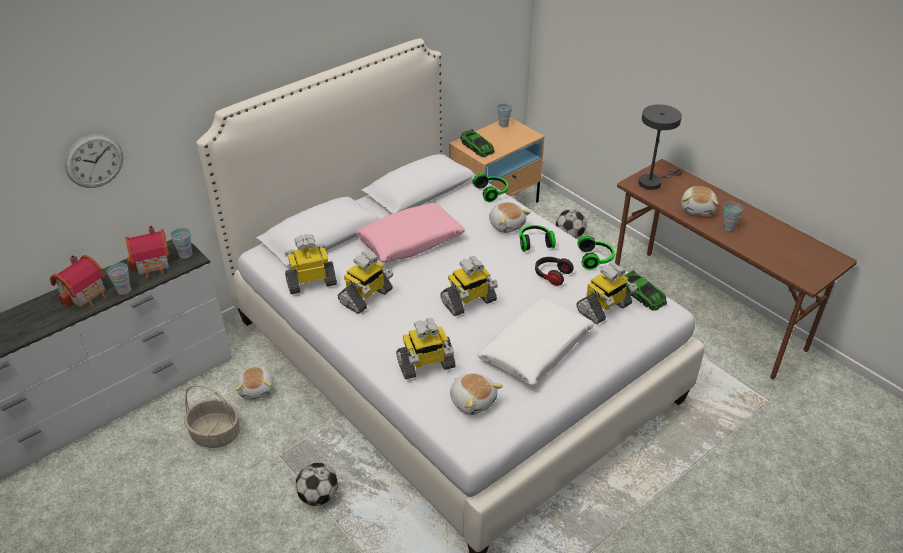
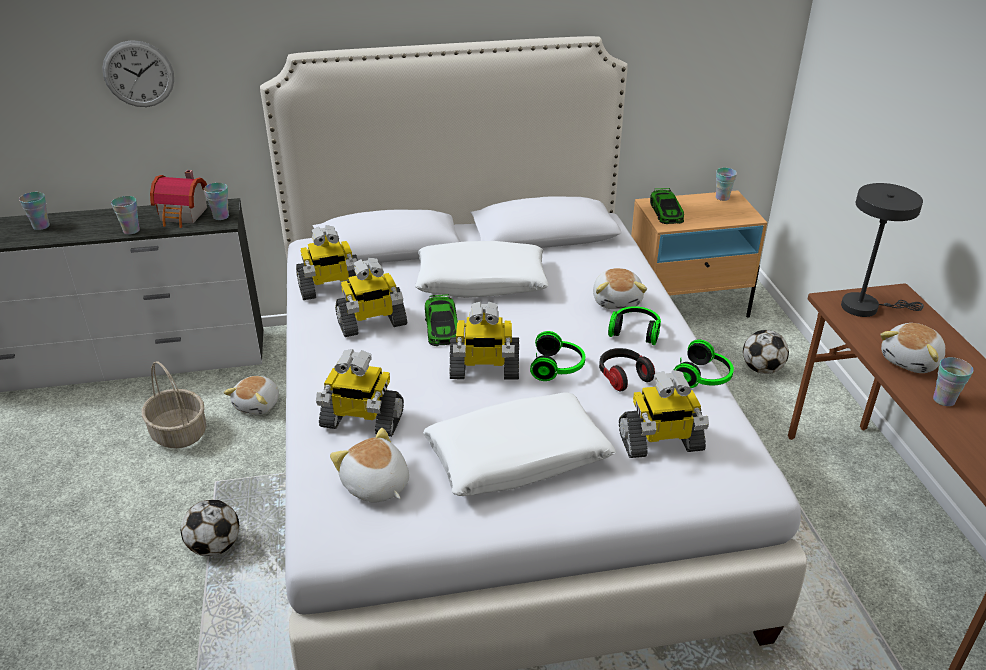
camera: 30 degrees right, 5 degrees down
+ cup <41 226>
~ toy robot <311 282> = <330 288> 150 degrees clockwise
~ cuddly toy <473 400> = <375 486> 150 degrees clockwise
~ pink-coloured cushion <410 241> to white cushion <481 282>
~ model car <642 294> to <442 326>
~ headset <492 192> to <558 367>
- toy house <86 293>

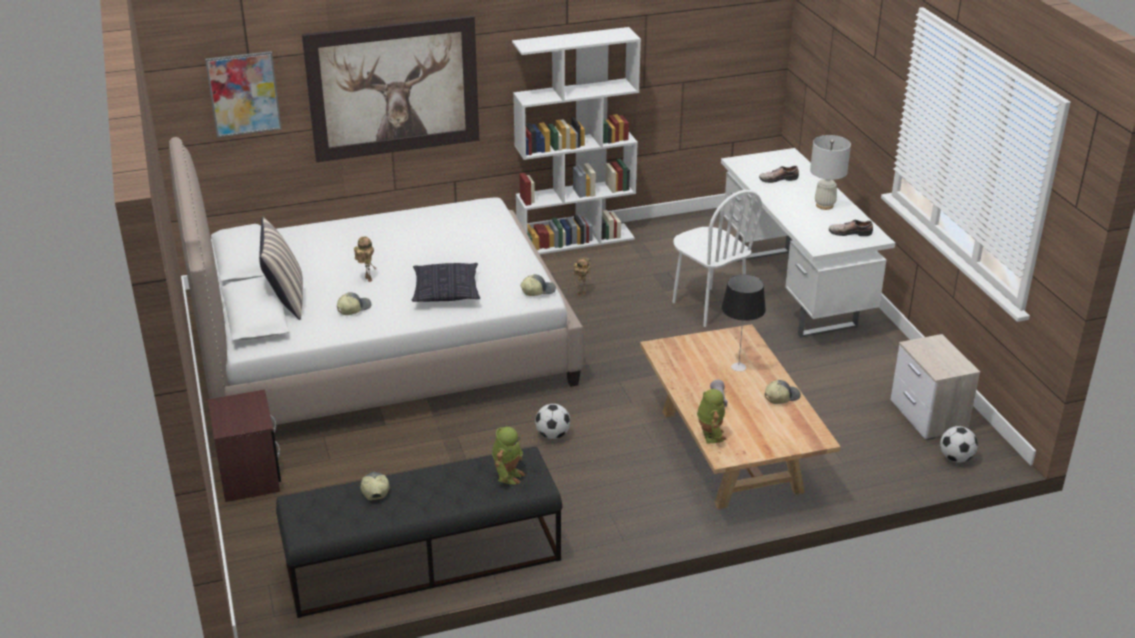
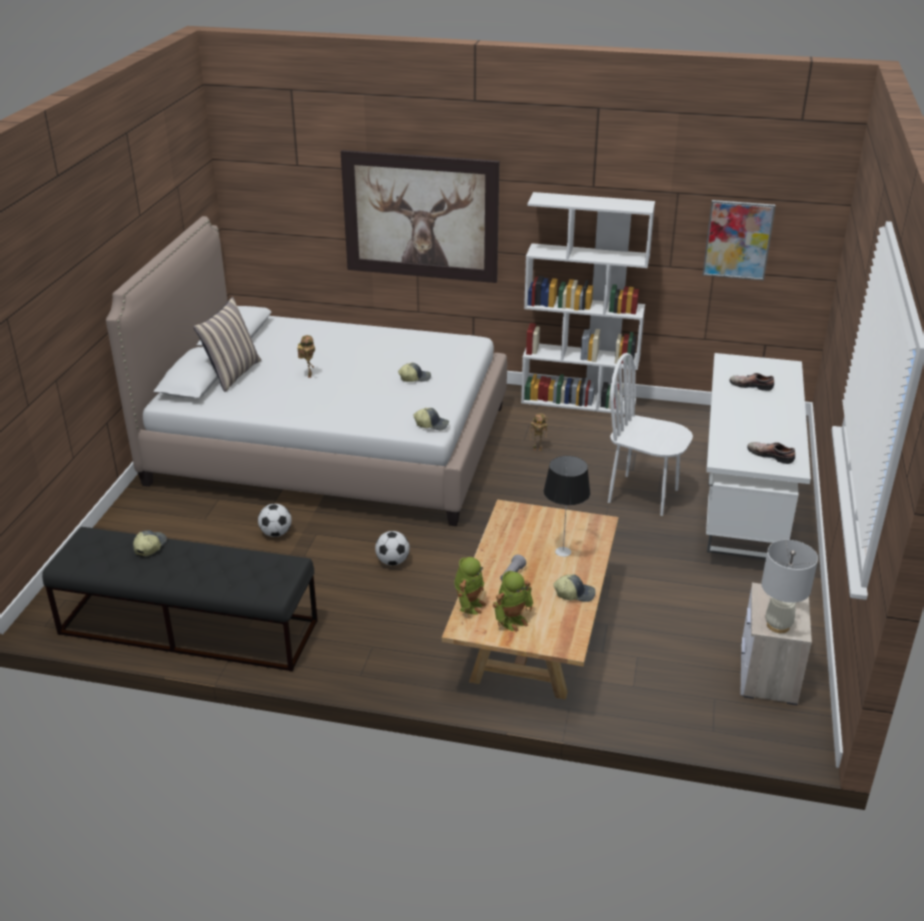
camera: 30 degrees right, 0 degrees up
~ football <956 458> to <276 533>
~ baseball cap <353 308> to <415 378>
~ toy robot <508 475> to <512 620>
~ white upright chair <708 307> = <643 495> 120 degrees clockwise
~ wall art <243 94> to <738 240>
~ white lamp for a table <824 205> to <778 625>
- brown-coloured night table <249 476>
- cushion <446 292>

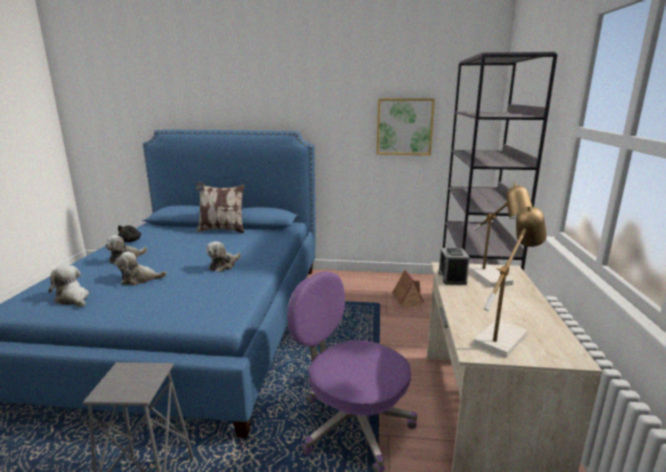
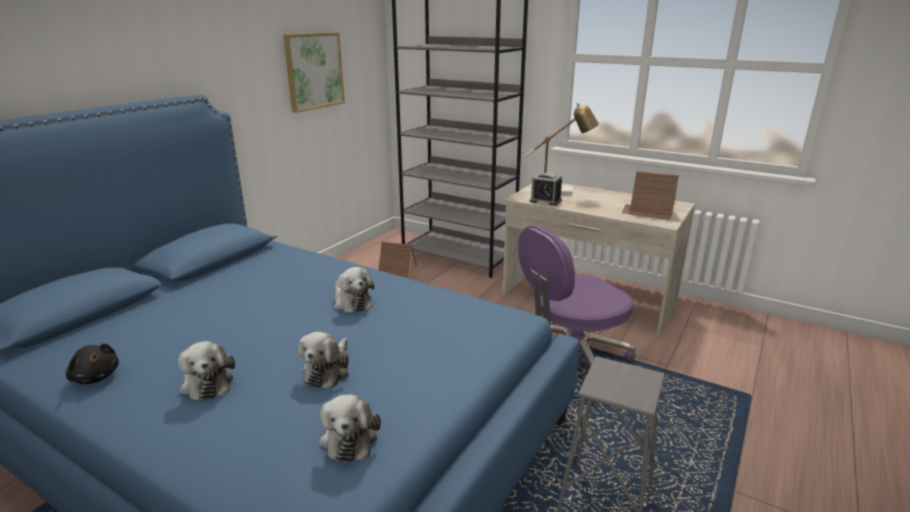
camera: 65 degrees left, 5 degrees up
~ cuddly toy <73 299> = <349 437> 75 degrees counterclockwise
~ lamp for a table <503 336> to toy house <648 211>
- cushion <221 230>

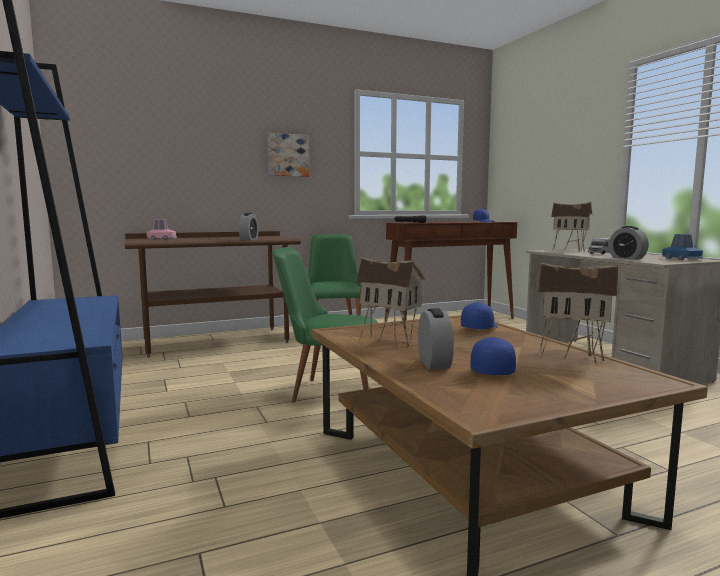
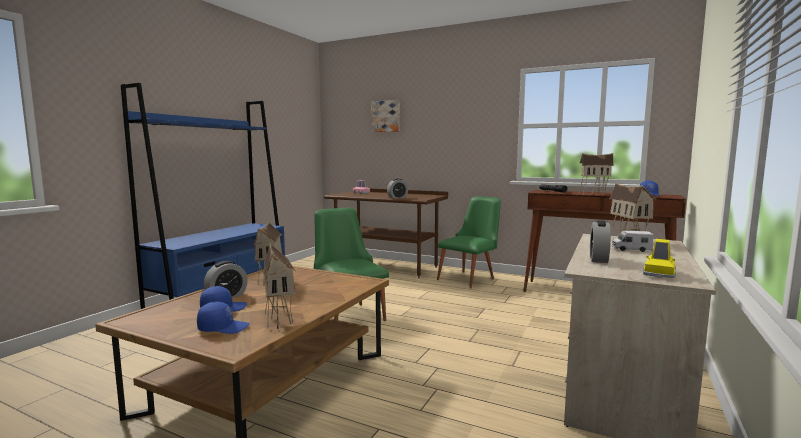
camera: 50 degrees right, 0 degrees up
~ blue-coloured baseball cap <479 327> to <223 328>
~ wall art <288 155> to <386 116>
+ toy house <593 193>
~ blue-coloured model car <681 259> to yellow model car <659 273>

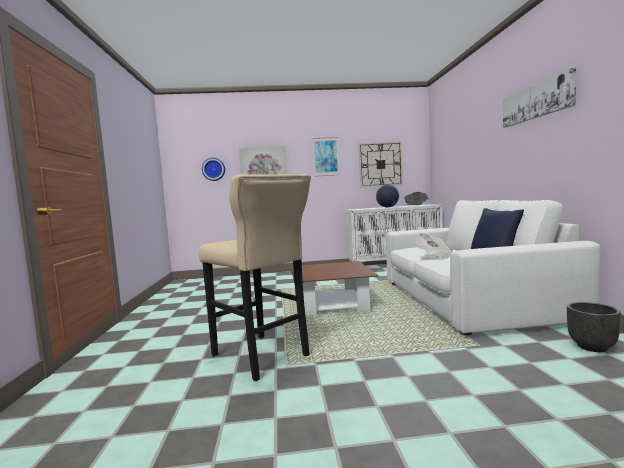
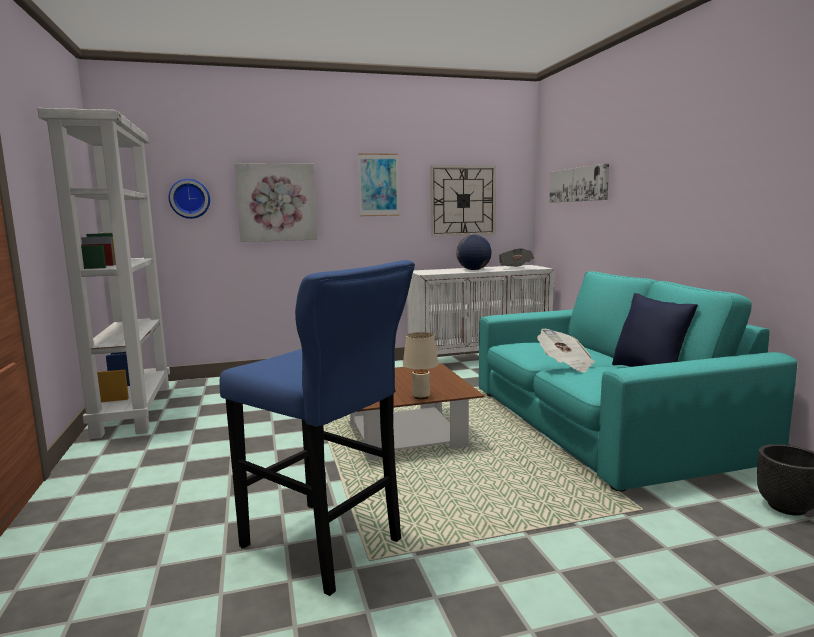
camera: 10 degrees left, 5 degrees up
+ white shelving unit <133 409>
~ sand-coloured stool <262 357> to blue-coloured stool <326 547>
+ sand-coloured lamp for a table <420 397>
~ white couch <466 300> to blue-green couch <601 424>
~ wall art <536 101> to <578 184>

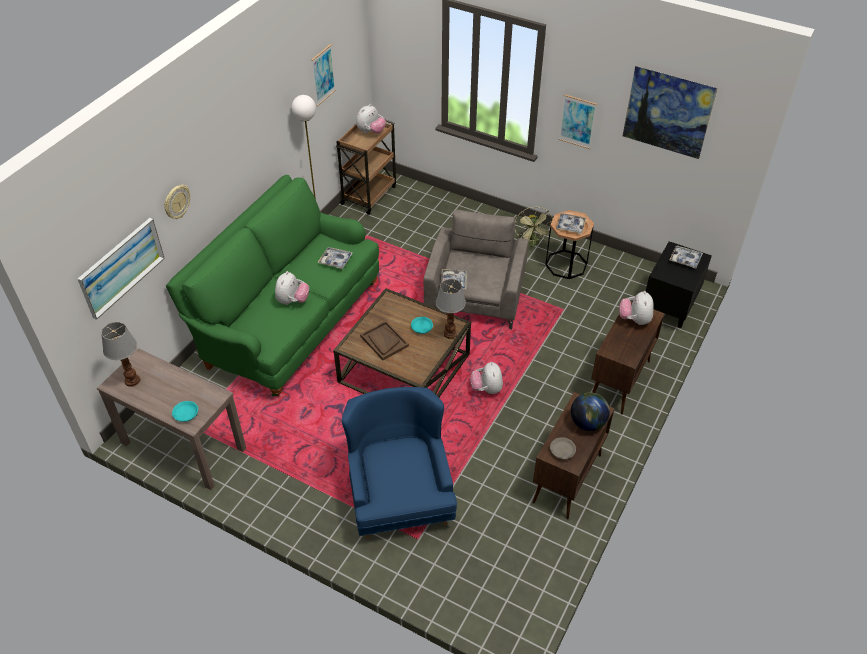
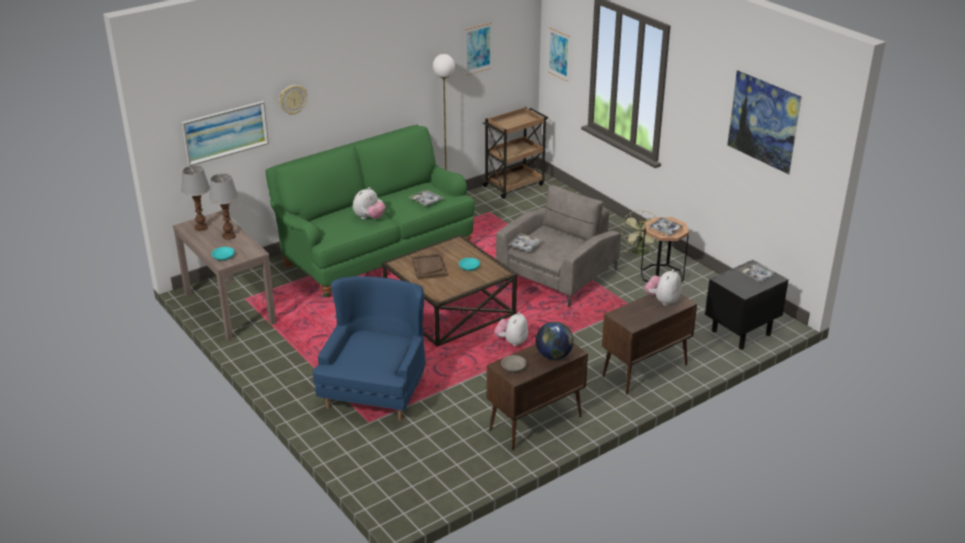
camera: 25 degrees right, 15 degrees down
~ lamp for a table <450 334> to <228 236>
~ wall art <577 121> to <559 54>
- cuddly toy <371 132>

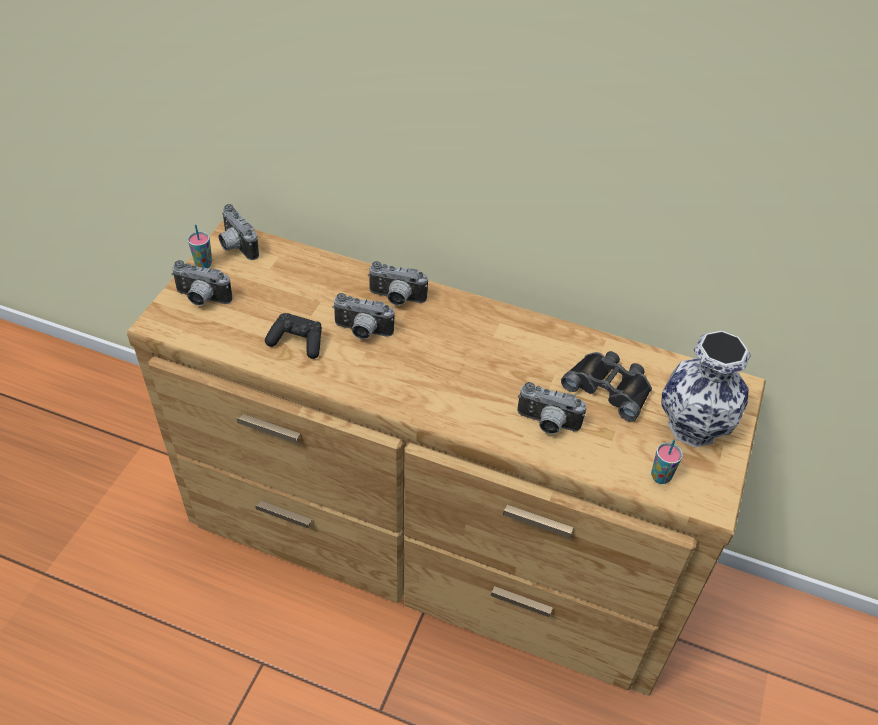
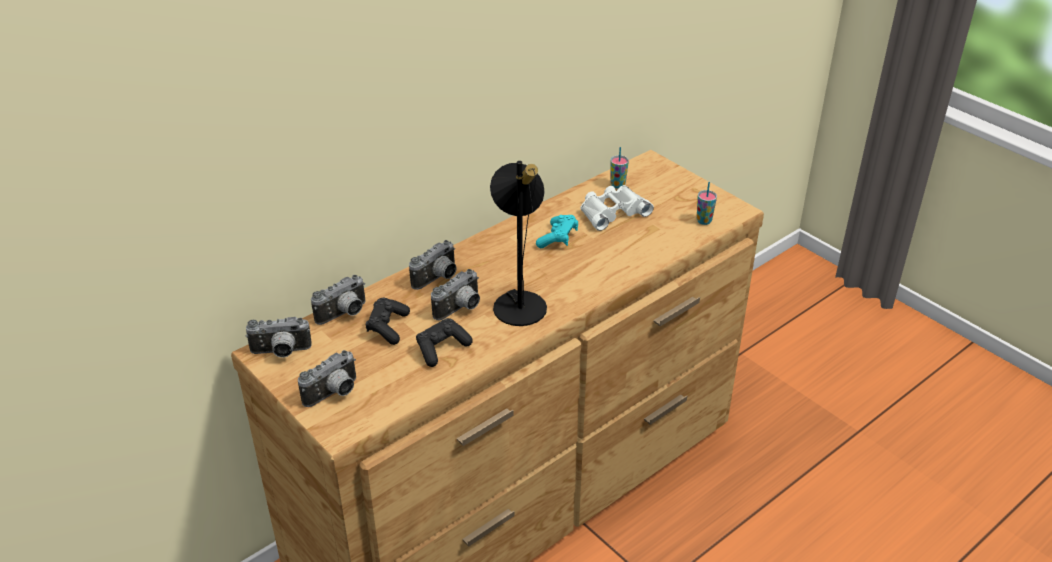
camera: 60 degrees left, 10 degrees down
~ photo camera <547 424> to <344 314>
+ black gamepad <388 327>
+ black lamp for a table <519 301>
+ blue-green gamepad <558 239>
~ black field glasses <609 387> to white field glasses <612 211>
~ cup <204 264> to <617 185>
- flower vase <692 425>

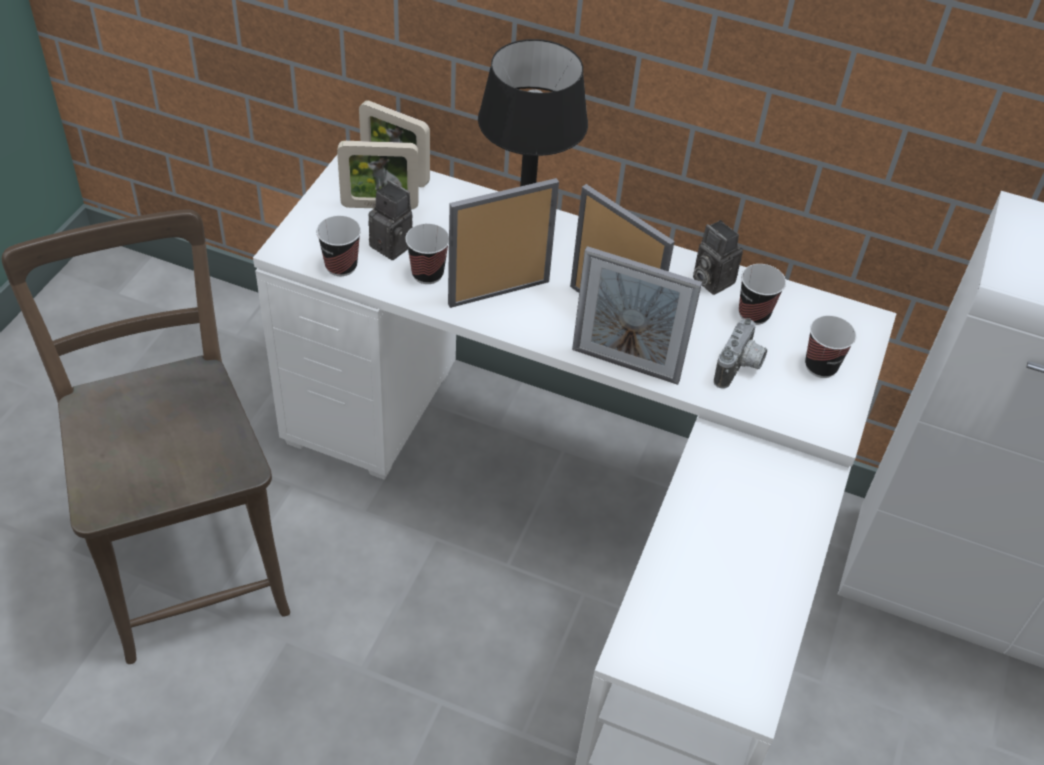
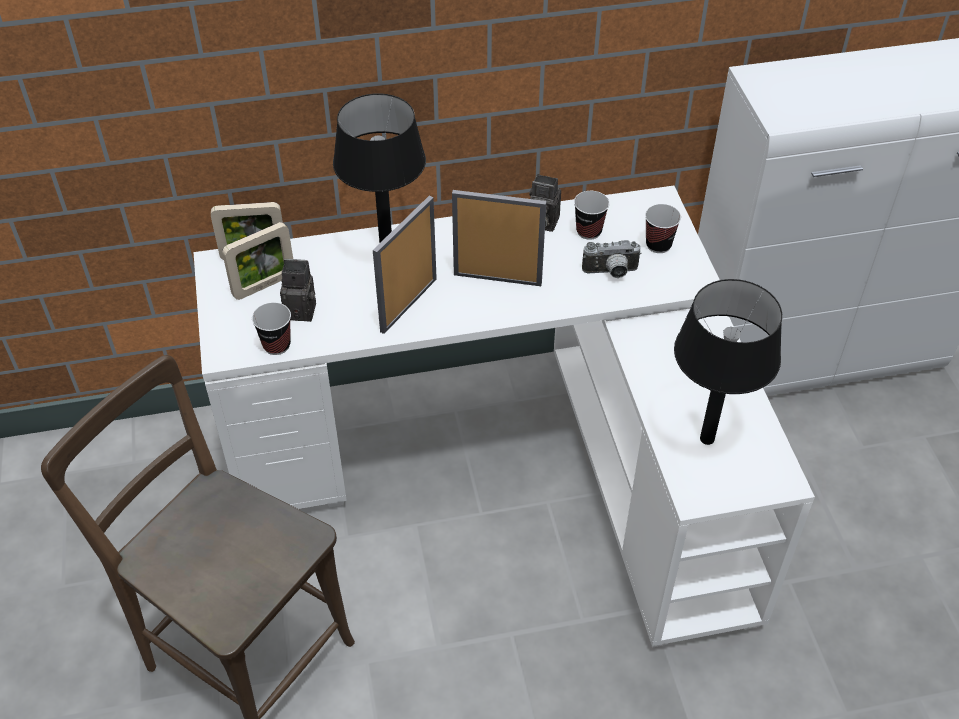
camera: 30 degrees left, 0 degrees up
~ photo camera <740 368> = <611 273> 90 degrees clockwise
+ black lamp for a table <707 438>
- cup <427 274>
- photo frame <625 365>

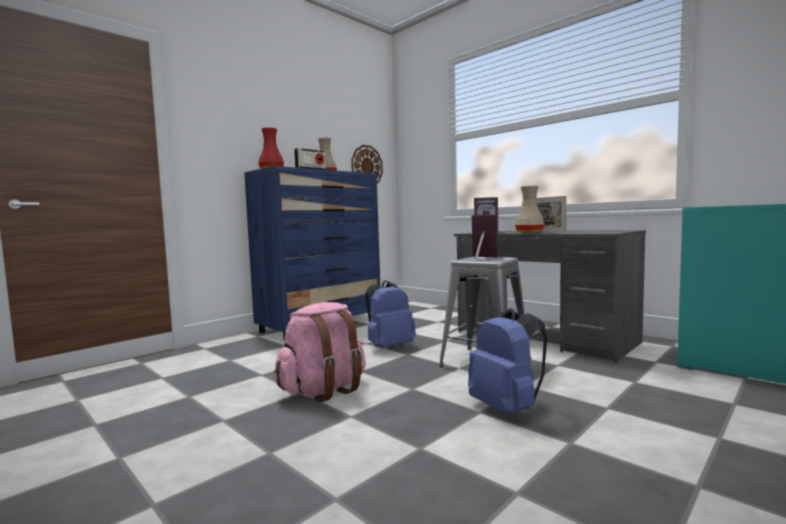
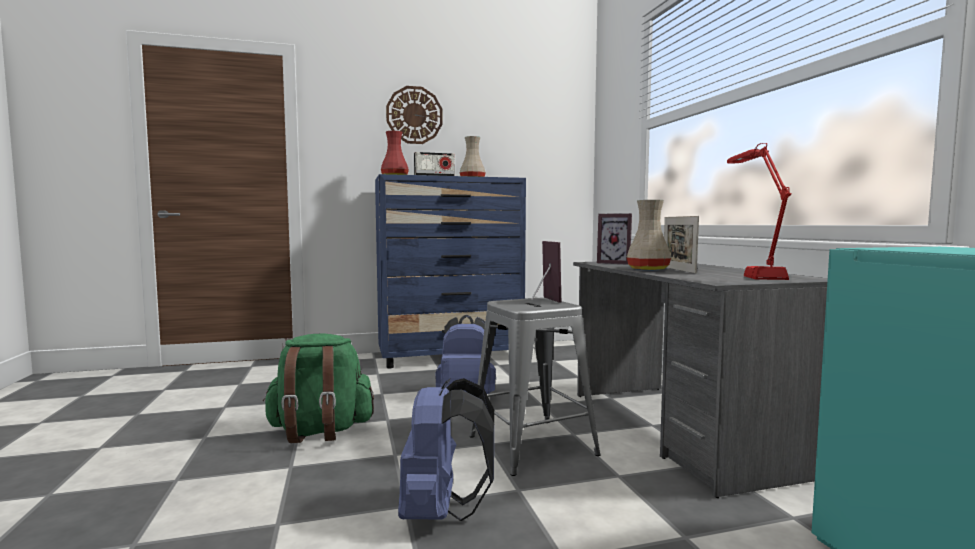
camera: 30 degrees right, 0 degrees up
~ pink-coloured backpack <324 390> to green-coloured backpack <320 431>
~ wall clock <366 166> to <414 115>
+ red lamp for a table <751 274>

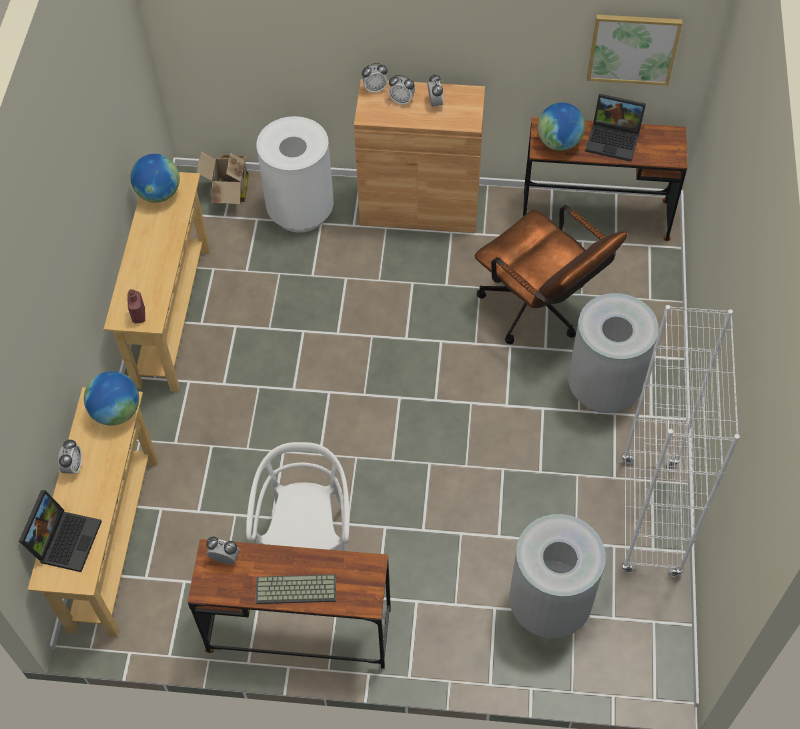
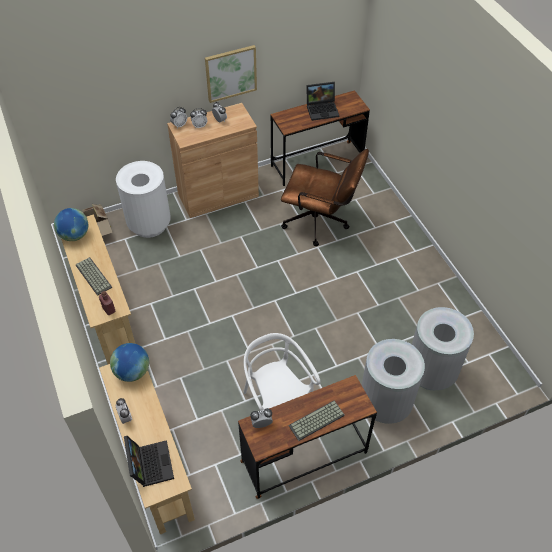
camera: 30 degrees left, 5 degrees down
+ keyboard <92 276>
~ wall art <633 48> to <231 73>
~ gray waste bin <604 388> to <385 404>
- globe <559 142>
- white shelving unit <650 518>

